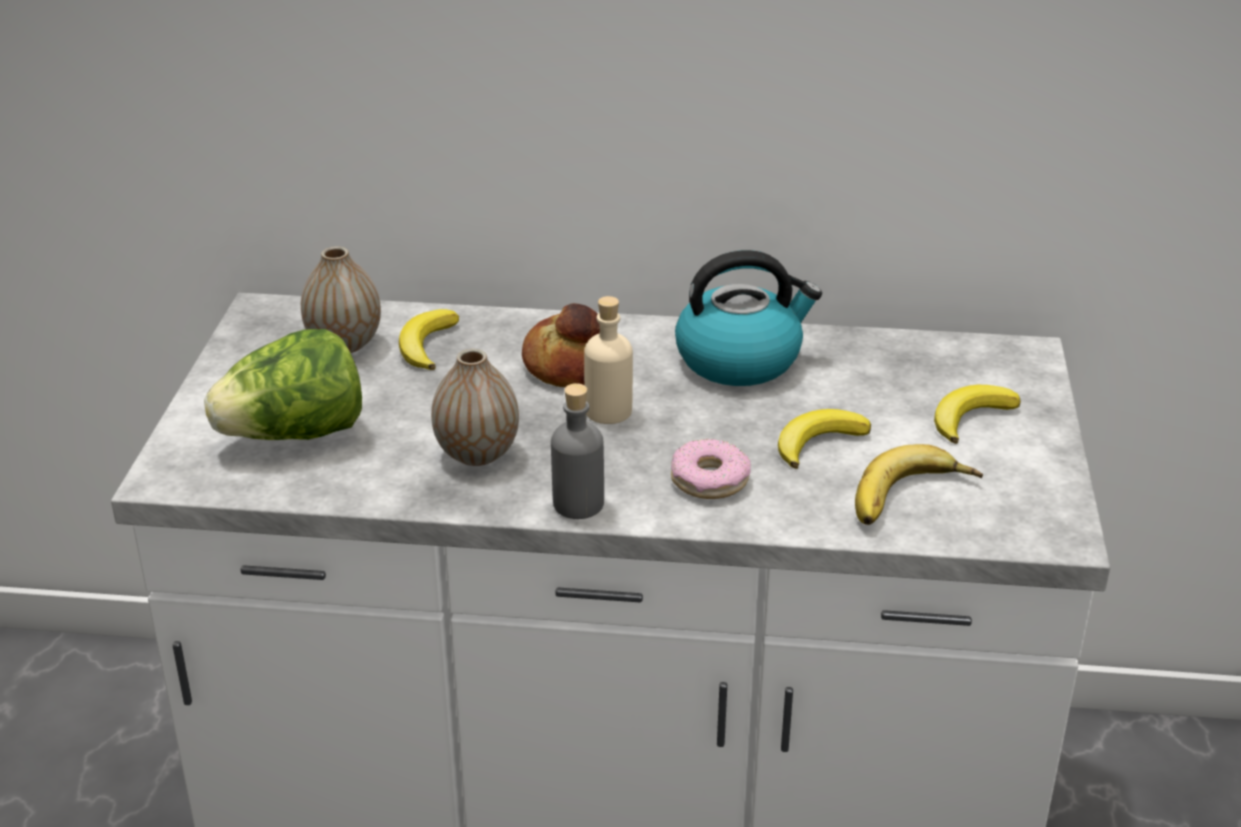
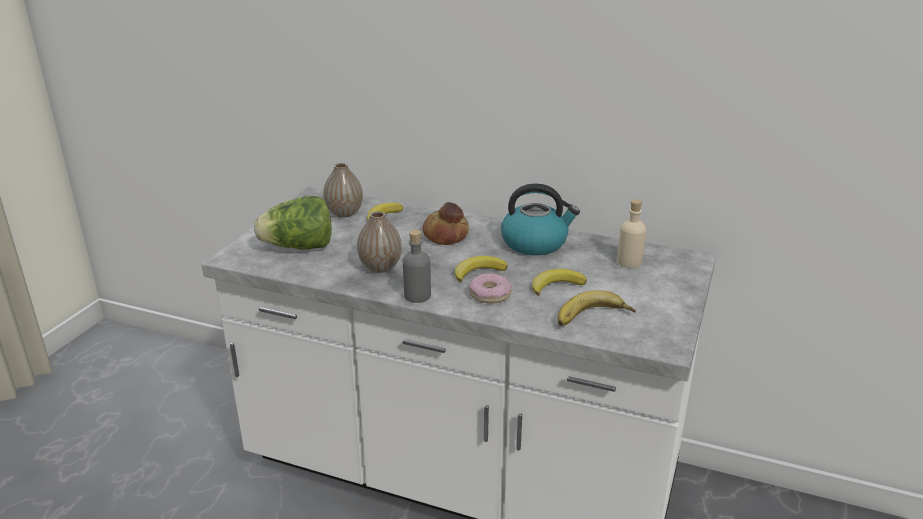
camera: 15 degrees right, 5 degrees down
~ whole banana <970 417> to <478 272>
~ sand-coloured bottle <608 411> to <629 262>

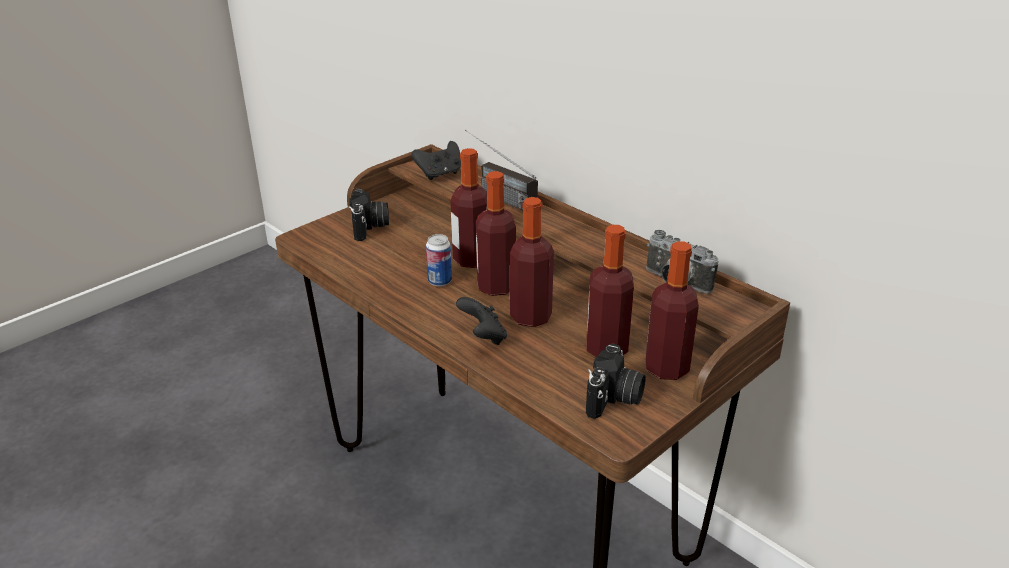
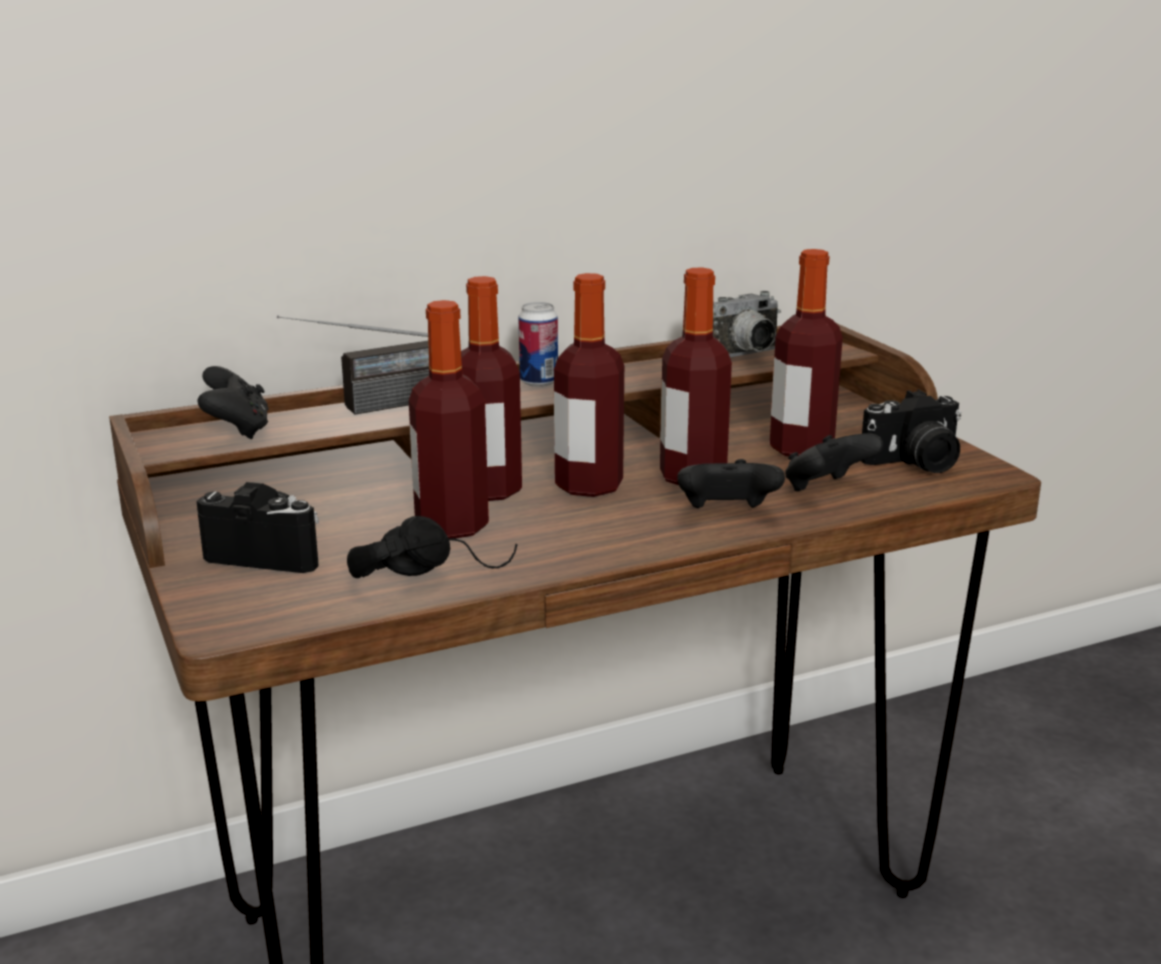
camera: 70 degrees left, 10 degrees down
+ black headset <429 573>
~ bottle <666 368> to <451 527>
~ sealed can <440 281> to <538 382>
+ black gamepad <826 489>
~ photo camera <614 399> = <915 463> 120 degrees clockwise

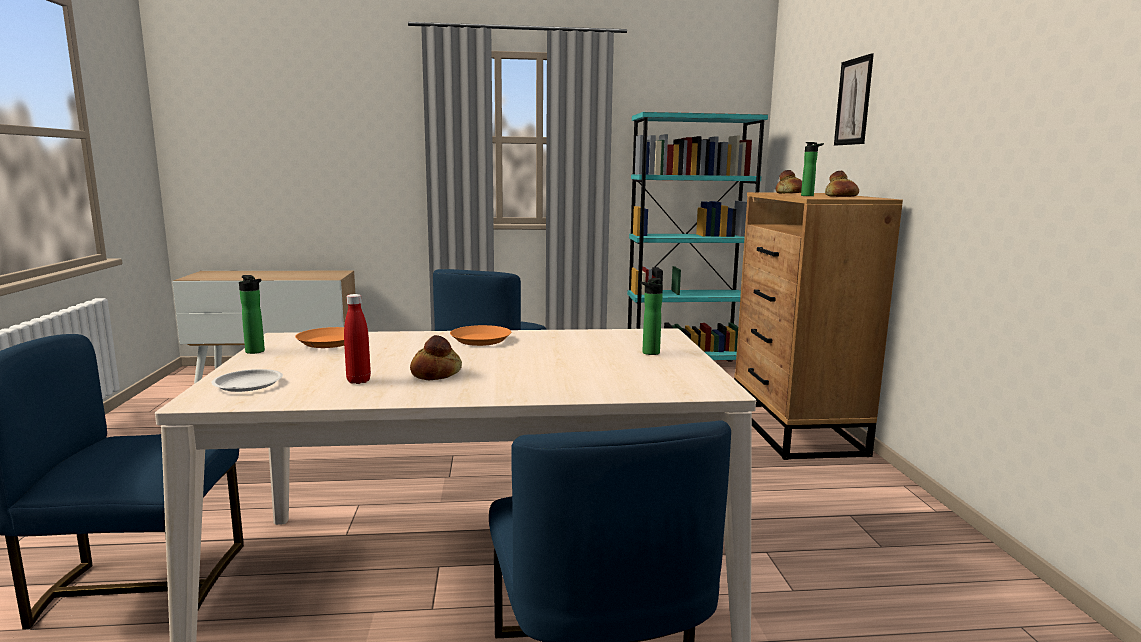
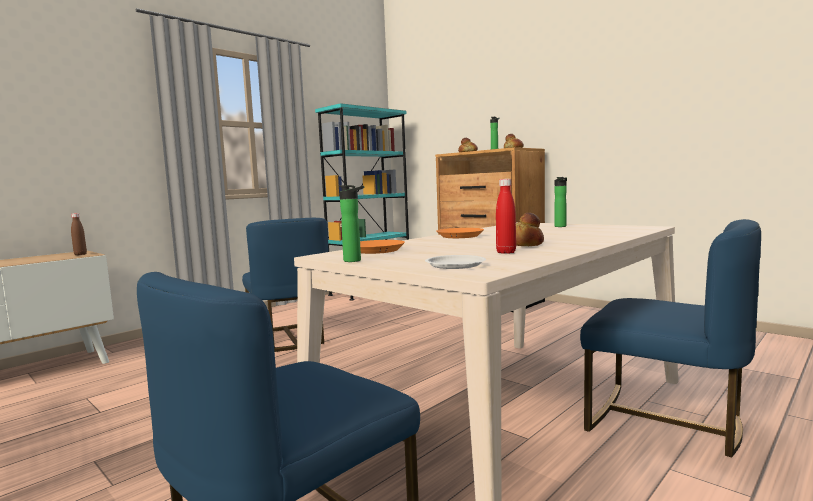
camera: 40 degrees left, 5 degrees down
+ brown-coloured bottle <80 254>
- wall art <853 102>

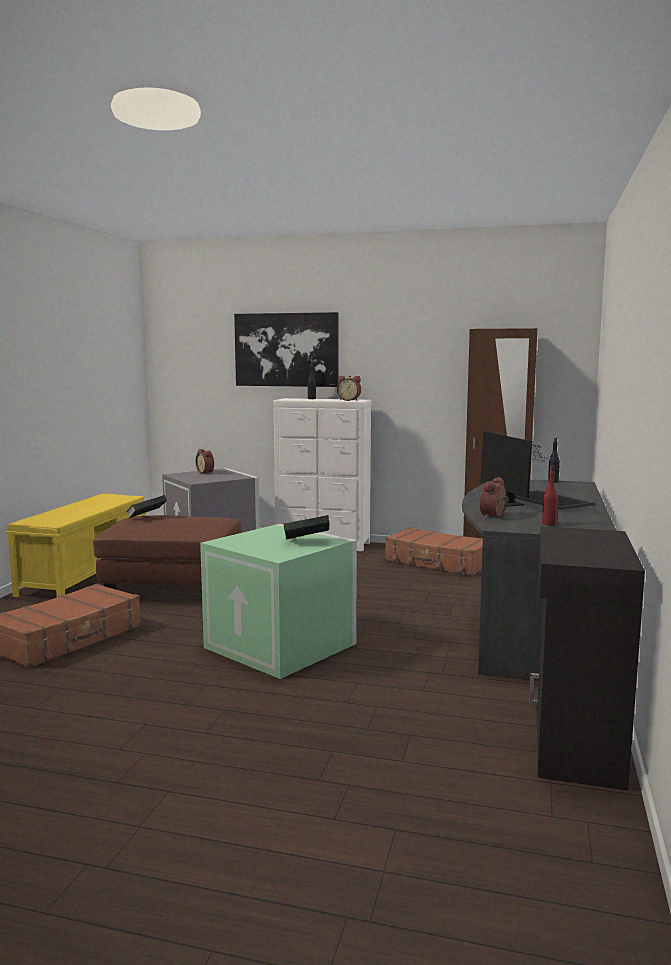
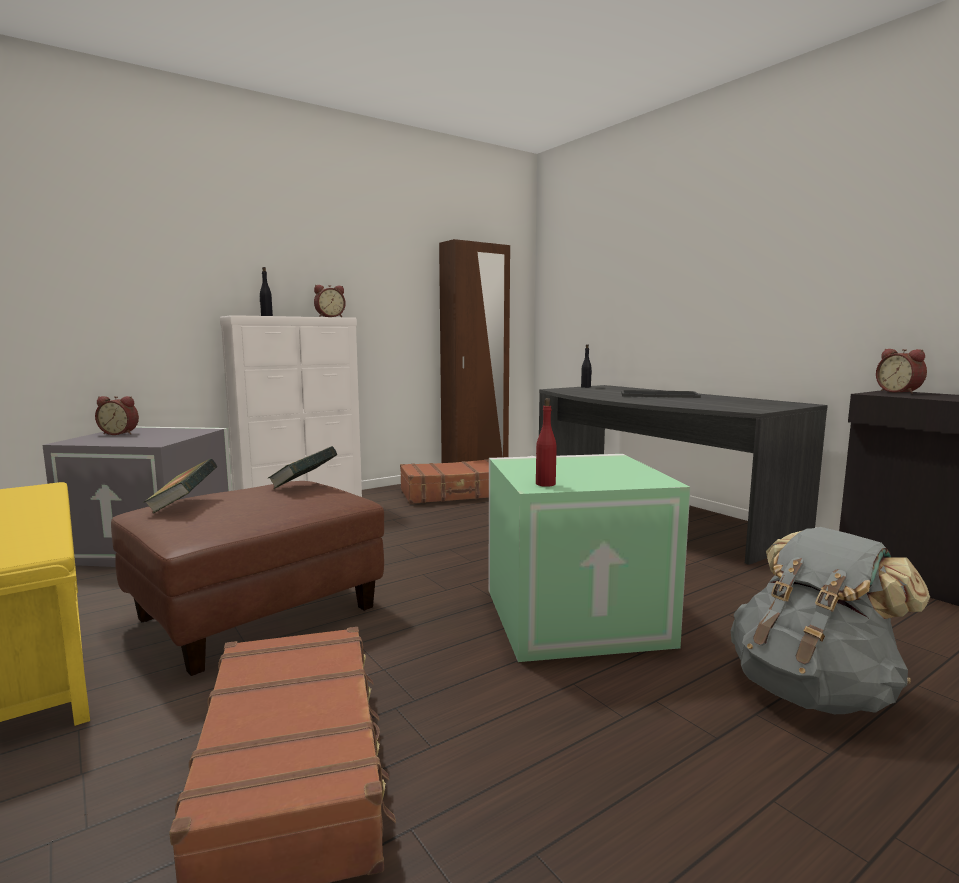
camera: 50 degrees left, 0 degrees up
~ book <306 541> to <304 485>
~ red bottle <549 523> to <545 484>
+ gray backpack <812 691>
~ bedside clock <494 516> to <900 392>
- wall art <286 349>
- computer display <507 504>

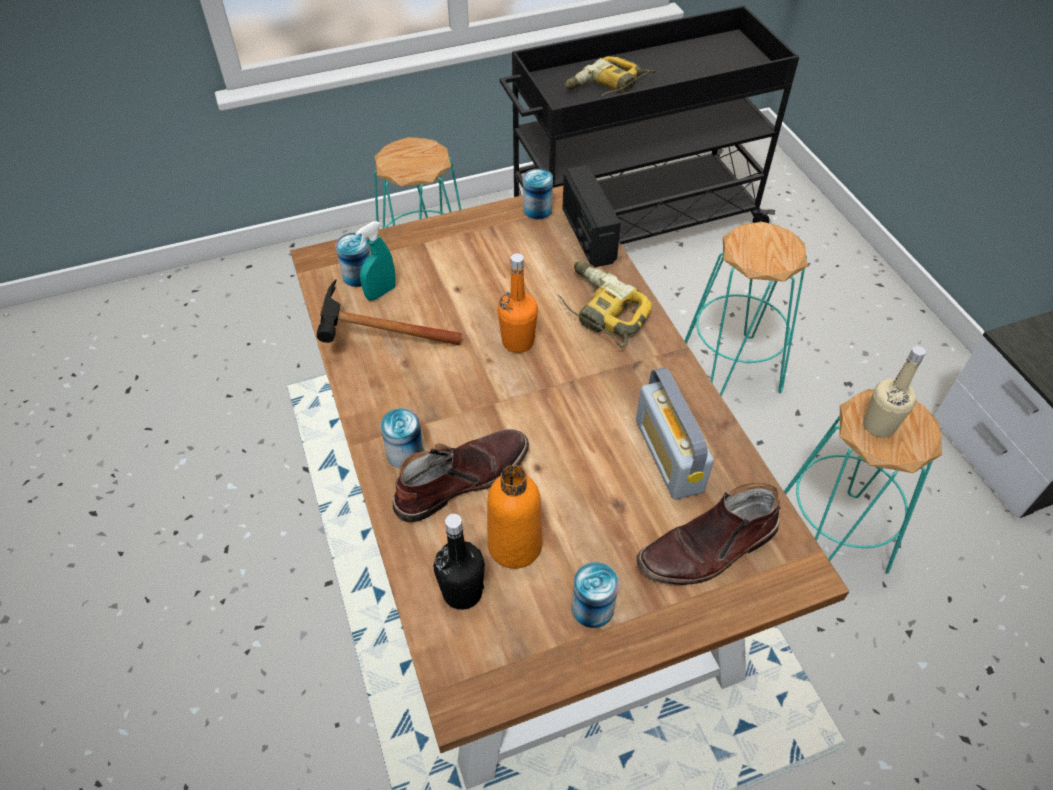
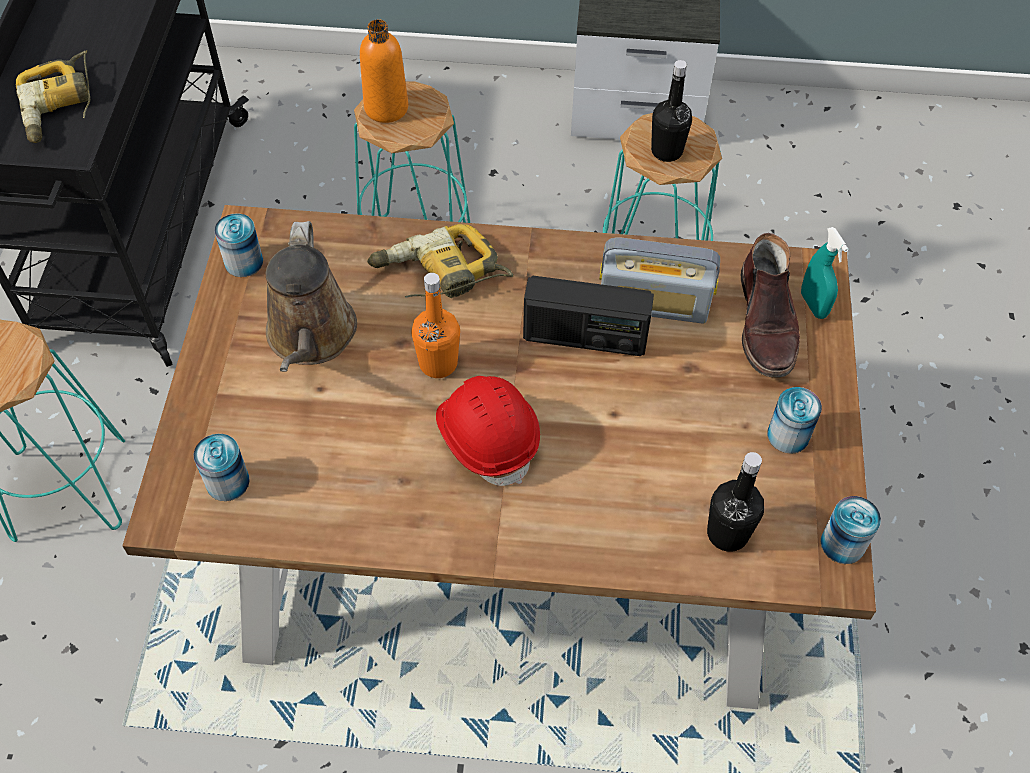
camera: 65 degrees left, 5 degrees up
+ brown-coloured sprinkling can <311 337>
~ orangey bottle <515 545> to <386 108>
+ red hard hat <487 437>
~ radio receiver <587 235> to <585 337>
~ sand-coloured bottle <878 425> to black bottle <667 151>
~ blue-green spray bottle <380 292> to <813 305>
~ sealed can <405 453> to <842 543>
- hammer <374 341>
- brown-coloured tall boot <461 479>

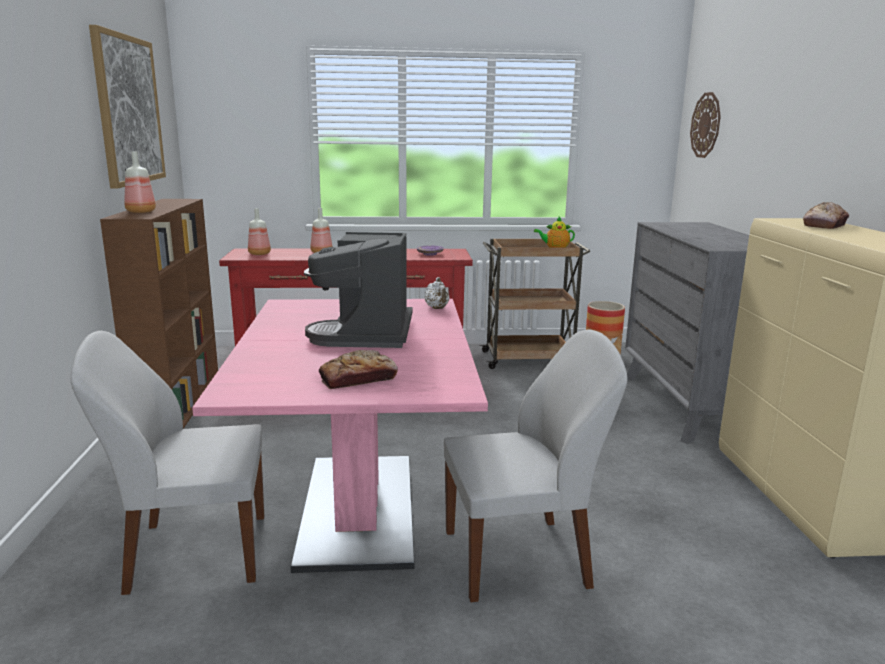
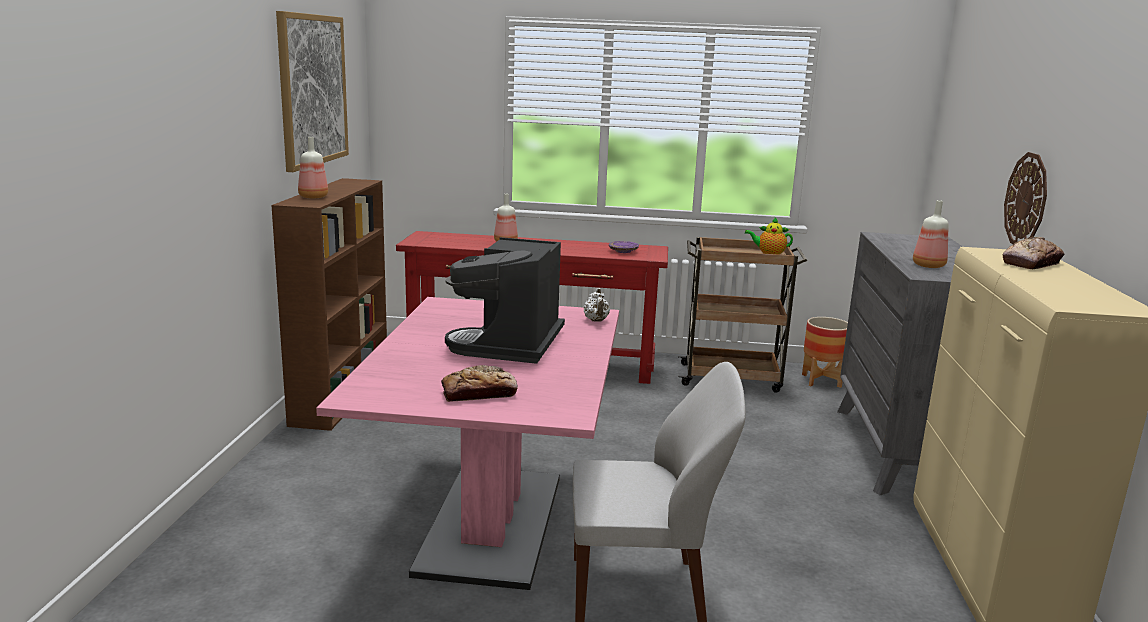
camera: 10 degrees right, 0 degrees up
~ bottle <259 254> to <927 265>
~ wall clock <706 125> to <1026 200>
- white upright chair <194 552>

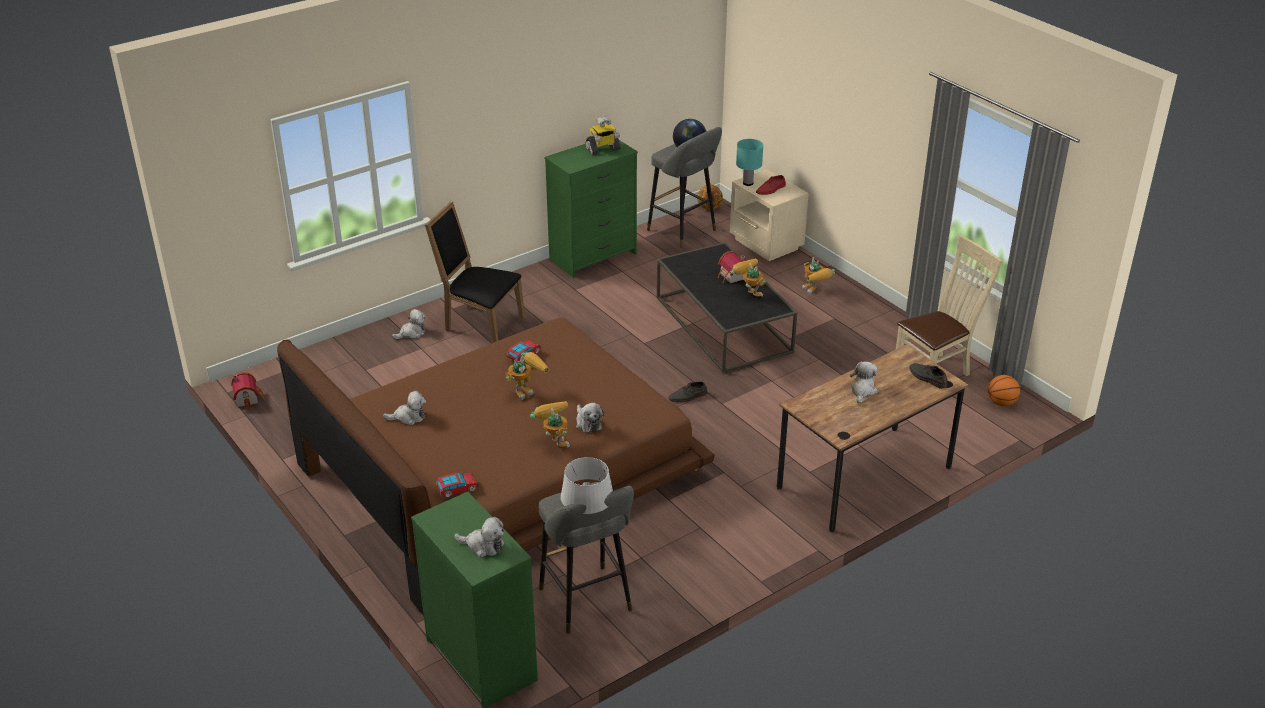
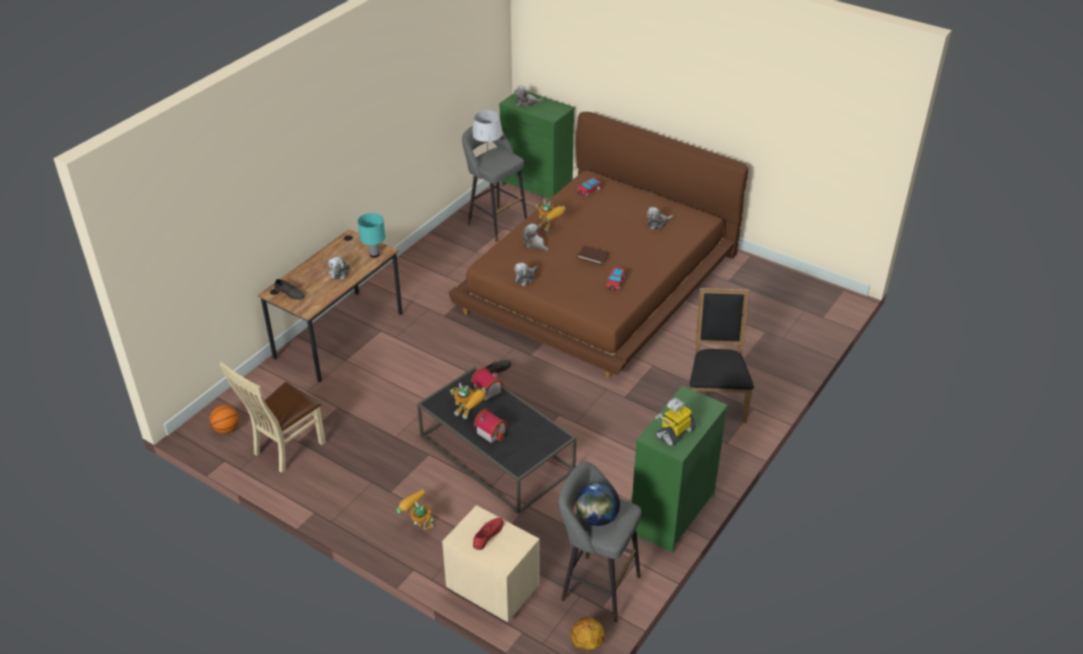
camera: 160 degrees right, 5 degrees up
~ blue-green lamp for a table <748 183> to <374 254>
~ toy house <248 398> to <486 392>
~ cuddly toy <411 333> to <526 278>
~ toy robot <527 390> to brown-coloured book <592 256>
~ black upright chair <480 324> = <715 398> 90 degrees counterclockwise

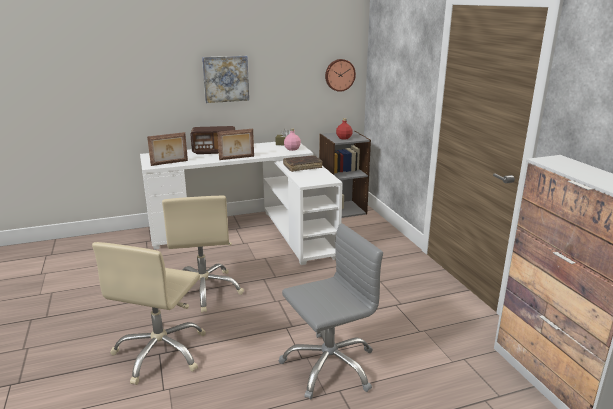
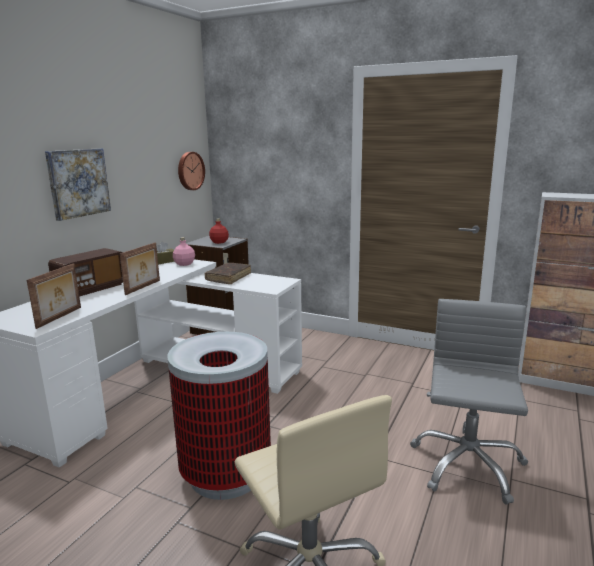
camera: 45 degrees left, 5 degrees down
~ sand-coloured computer chair <204 290> to waste bin <226 474>

